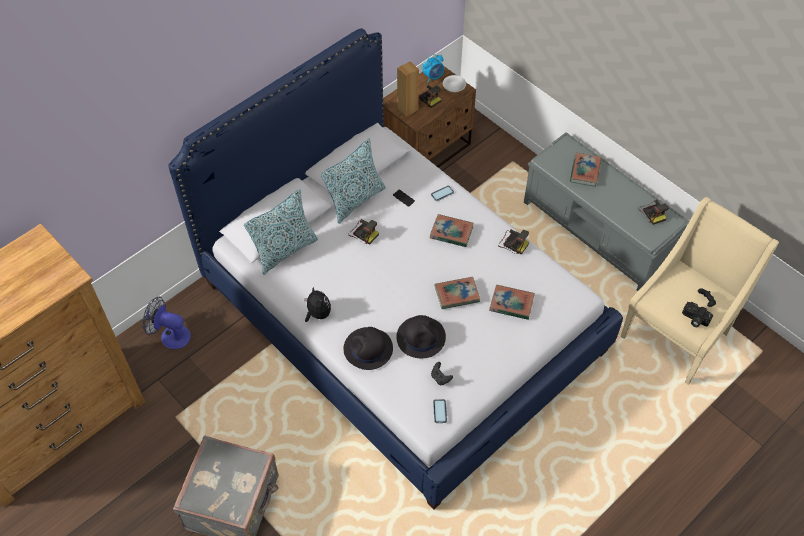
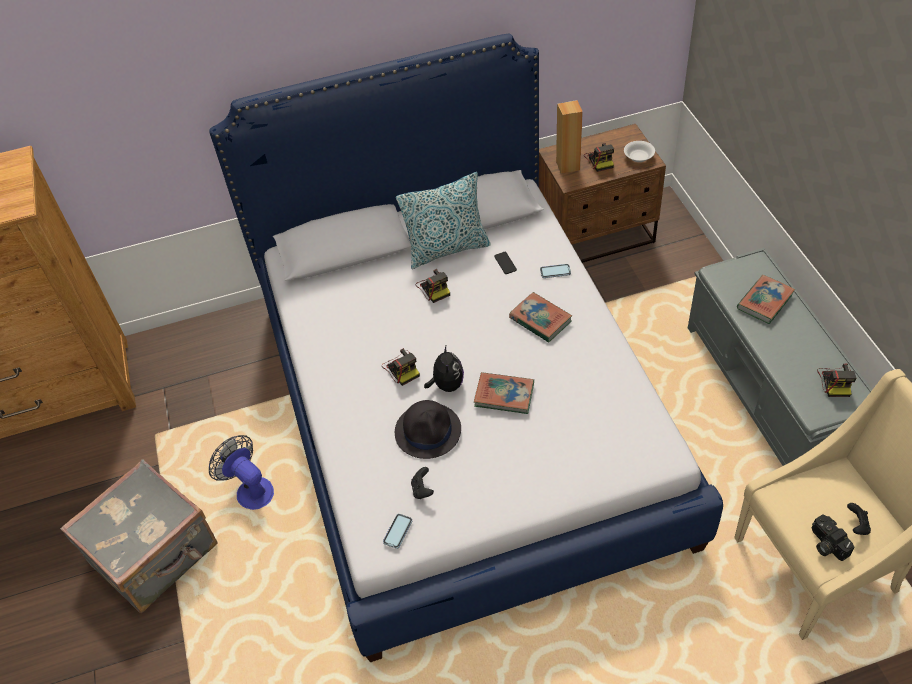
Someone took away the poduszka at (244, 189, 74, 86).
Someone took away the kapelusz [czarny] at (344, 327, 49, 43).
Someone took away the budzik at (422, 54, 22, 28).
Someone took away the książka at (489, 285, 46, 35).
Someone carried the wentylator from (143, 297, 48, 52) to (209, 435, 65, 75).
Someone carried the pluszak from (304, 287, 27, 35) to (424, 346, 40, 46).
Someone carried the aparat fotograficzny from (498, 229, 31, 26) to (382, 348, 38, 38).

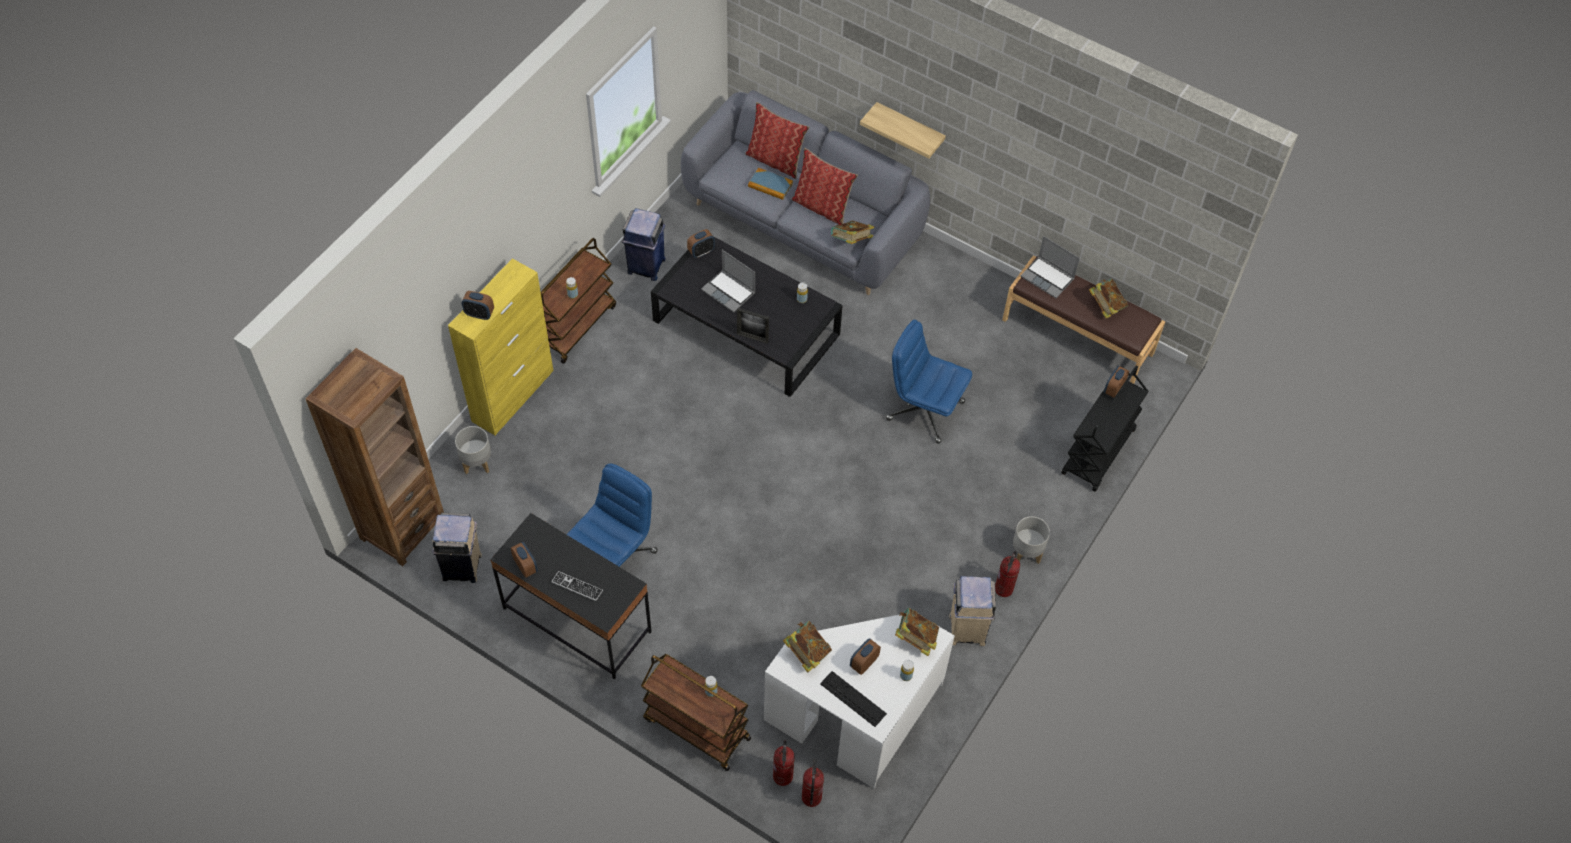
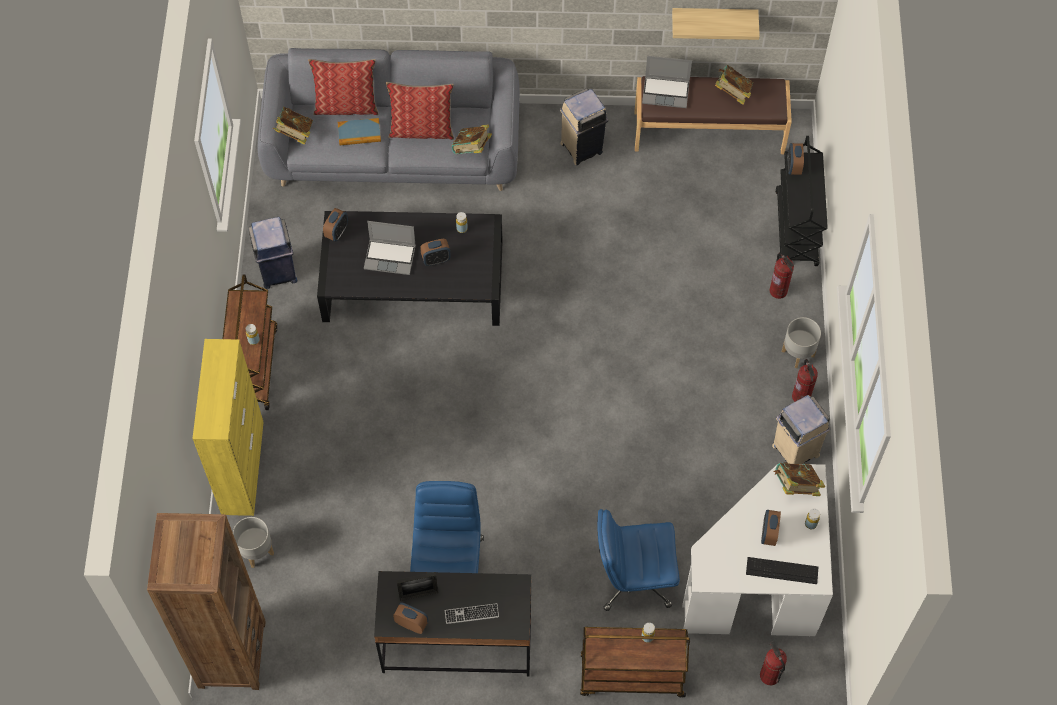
Someone carried the kosz na śmieci [beżowy] from (432, 512, 50, 71) to (560, 88, 48, 77).
Someone carried the budzik from (462, 291, 32, 29) to (420, 239, 31, 27).
Someone carried the ramka na zdjęcie from (737, 308, 32, 36) to (396, 572, 42, 29).
Someone carried the gaśnica from (773, 741, 22, 45) to (770, 253, 24, 46).
Someone carried the książka from (783, 621, 49, 52) to (273, 107, 40, 38).
Someone carried the półka from (860, 102, 86, 57) to (672, 8, 88, 32).
Someone carried the krzesło biurowe [niebieski] from (886, 320, 86, 124) to (597, 509, 83, 102).

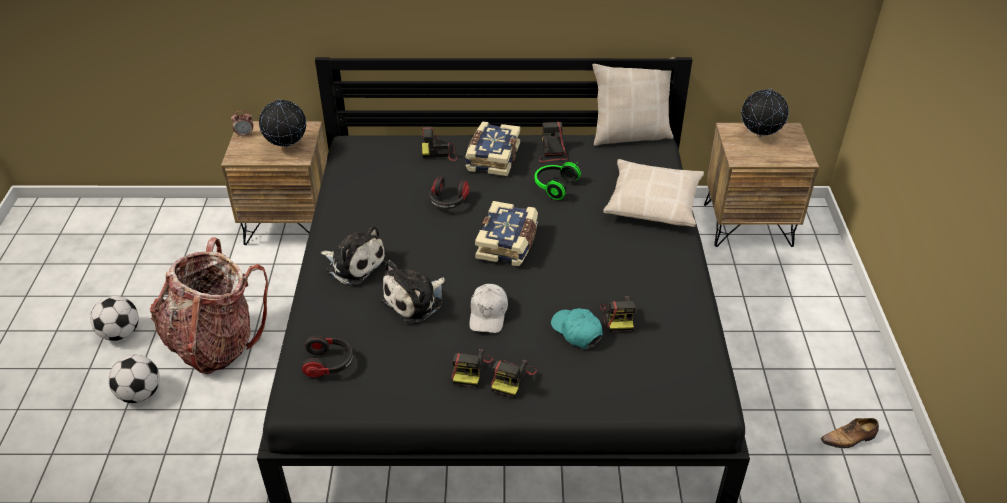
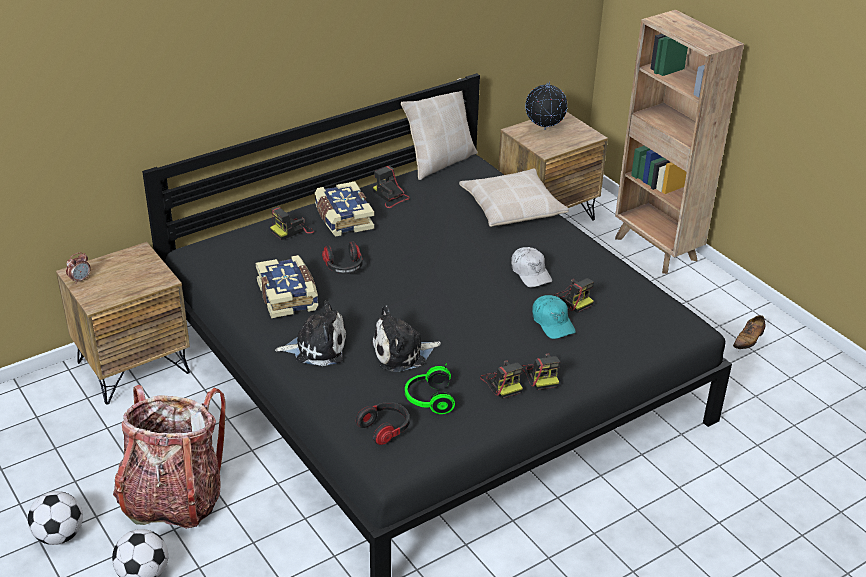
Someone took away the globus at (259, 98, 47, 50).
Someone put down the regał [brązowy] at (615, 10, 129, 264).
Someone carried the czapka z daszkiem [biały] from (469, 284, 39, 49) to (511, 247, 41, 40).
Someone carried the książka from (475, 201, 63, 65) to (256, 255, 62, 63).
Someone carried the słuchawki from (535, 162, 46, 38) to (405, 363, 50, 51).
Someone rotated the pluszak at (380, 260, 65, 63) by 60 degrees clockwise.
Someone rotated the czapka z daszkiem [turkusowy] at (551, 308, 52, 41) by 135 degrees counterclockwise.

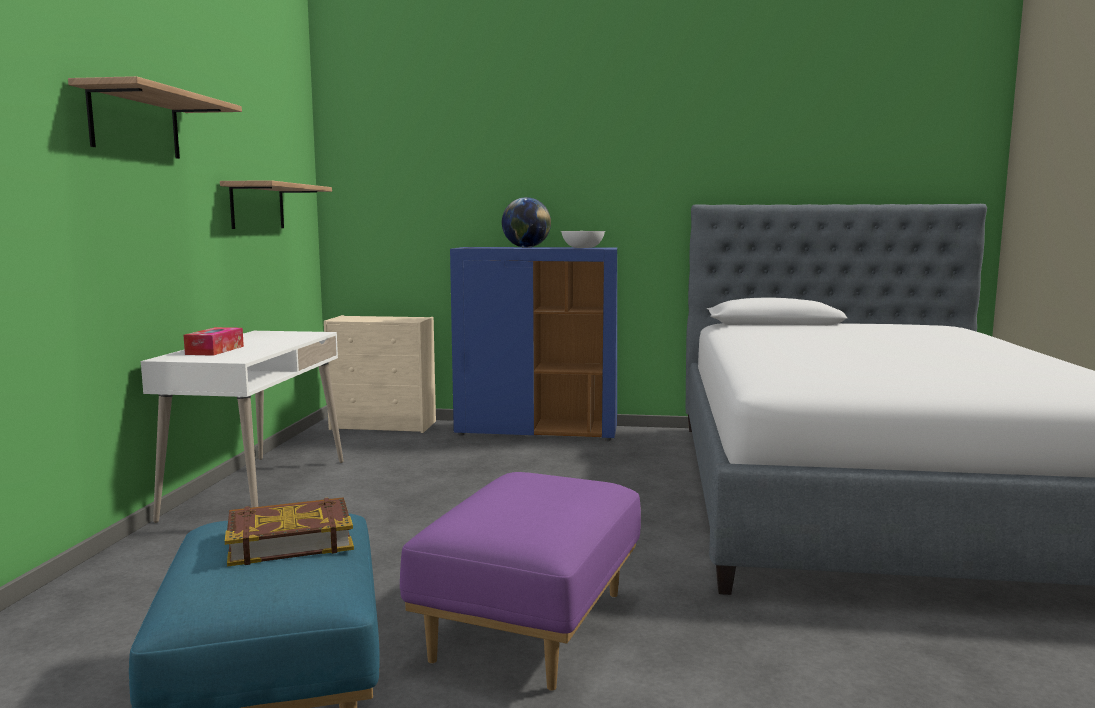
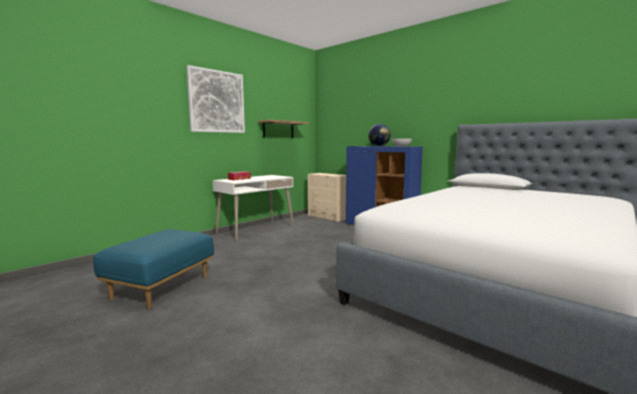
Someone took away the książka at (225, 497, 129, 70).
Someone took away the pufa [fioletowy] at (400, 472, 241, 219).
Someone swapped the półka at (68, 76, 174, 83) for the obraz at (186, 65, 59, 68).

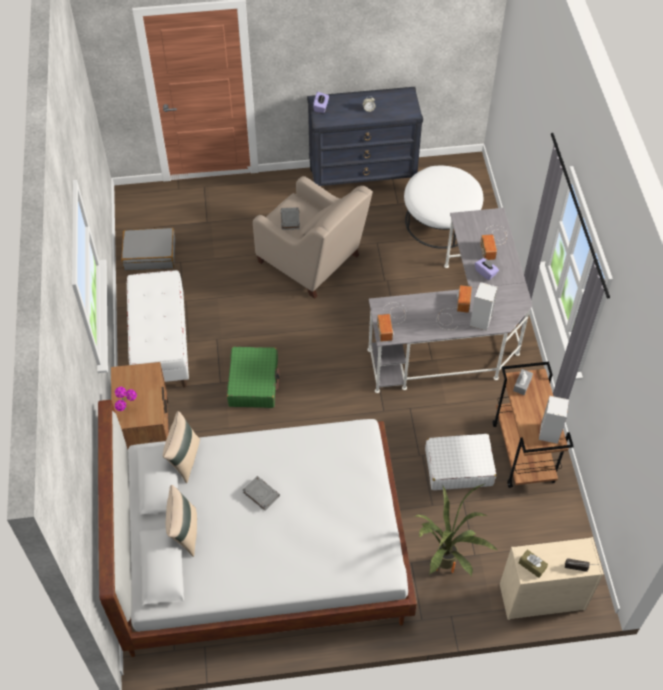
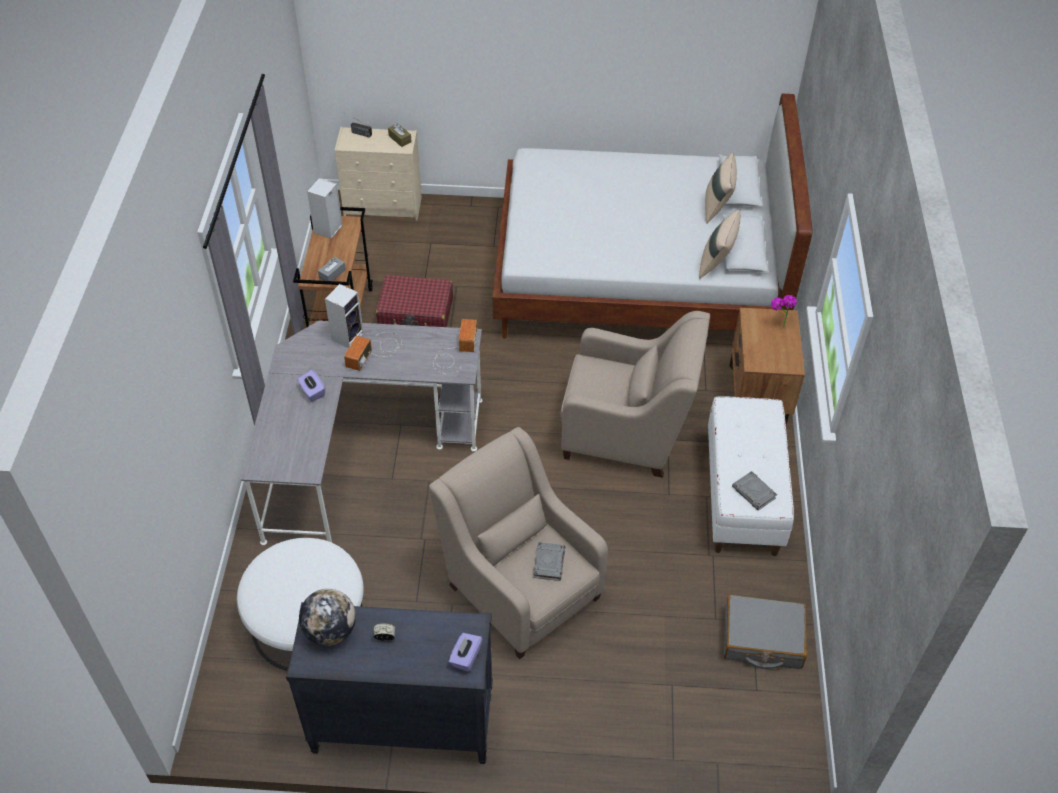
Someone took away the roślina doniczkowa at (414, 484, 84, 93).
Someone took away the radio at (480, 226, 27, 34).
Someone put down the globus at (299, 589, 57, 57).
Someone carried the książka [szary] from (243, 476, 37, 35) to (732, 471, 45, 39).
Someone swapped the walizka [zielony] at (227, 347, 53, 61) for the fotel [beżowy] at (560, 311, 150, 167).
Someone repainted the walizka [biały] at (425, 434, 71, 56), which became the walizka [czerwony] at (376, 275, 77, 52).

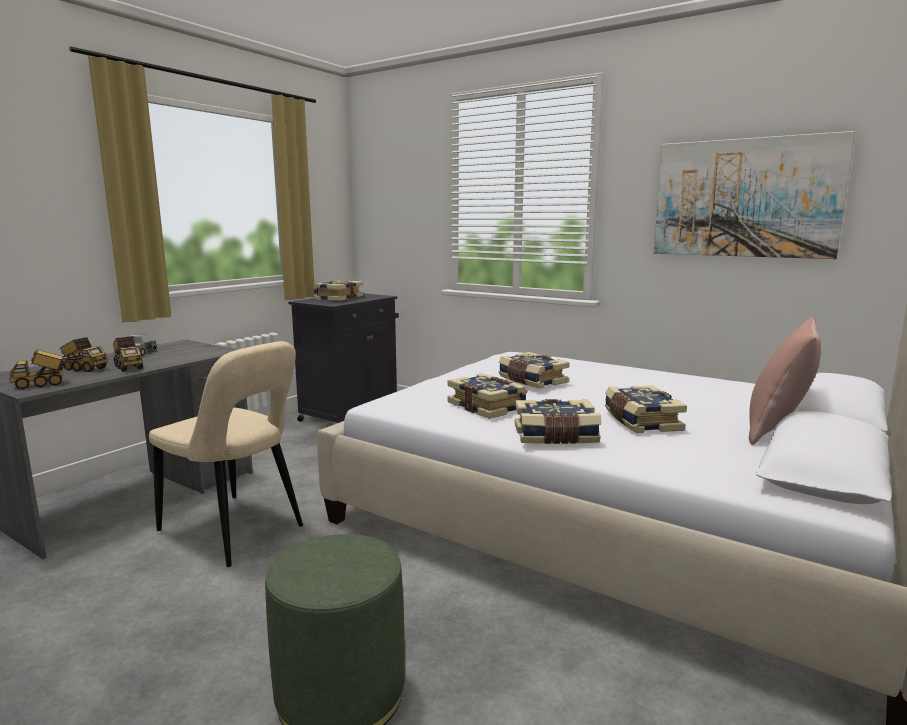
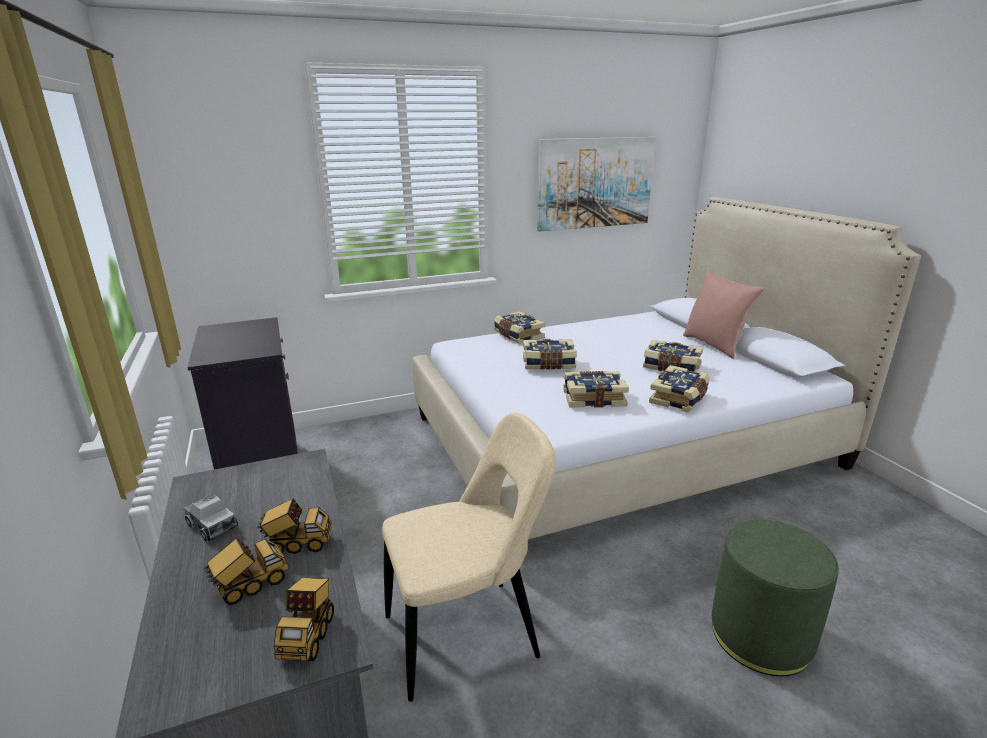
Someone carried the książka from (313, 280, 50, 21) to (494, 311, 51, 33).

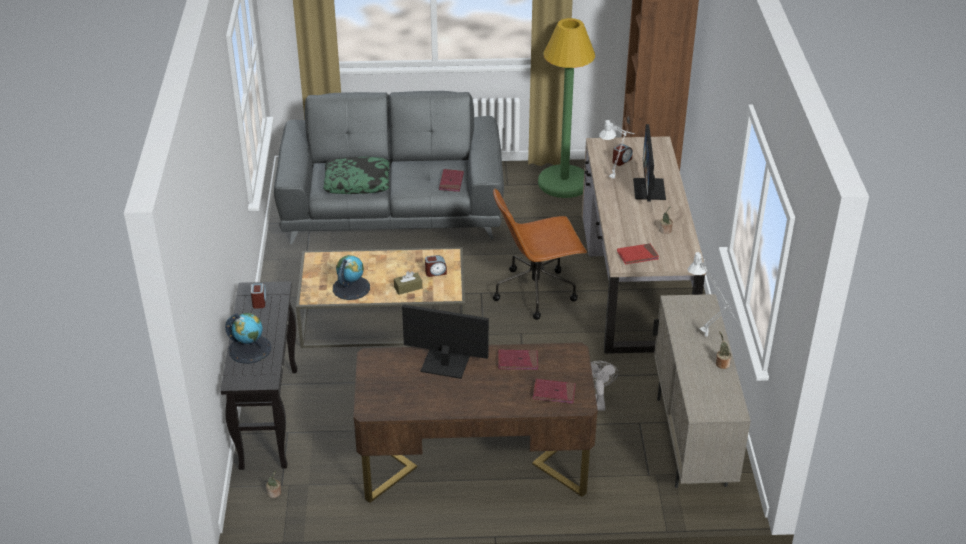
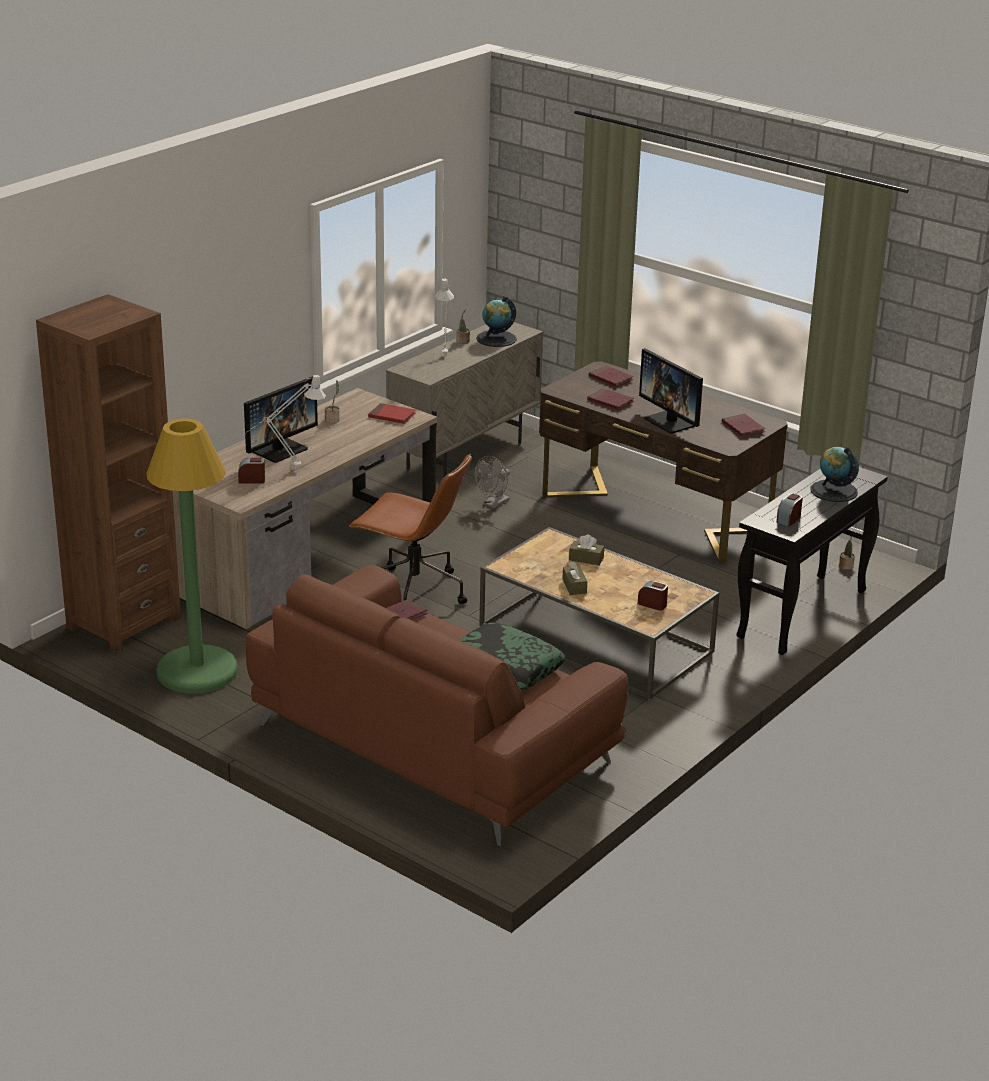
Someone put down the pudełko chusteczek [brązowy] at (562, 562, 25, 33).
Someone put down the książka [czerwony] at (722, 414, 43, 23).
Someone carried the globus from (333, 255, 37, 45) to (476, 296, 41, 51).
Someone carried the budzik from (425, 255, 22, 22) to (638, 581, 30, 30).
Someone repainted the kanapa [szary] at (274, 91, 230, 153), which became the kanapa [brązowy] at (246, 565, 382, 282).

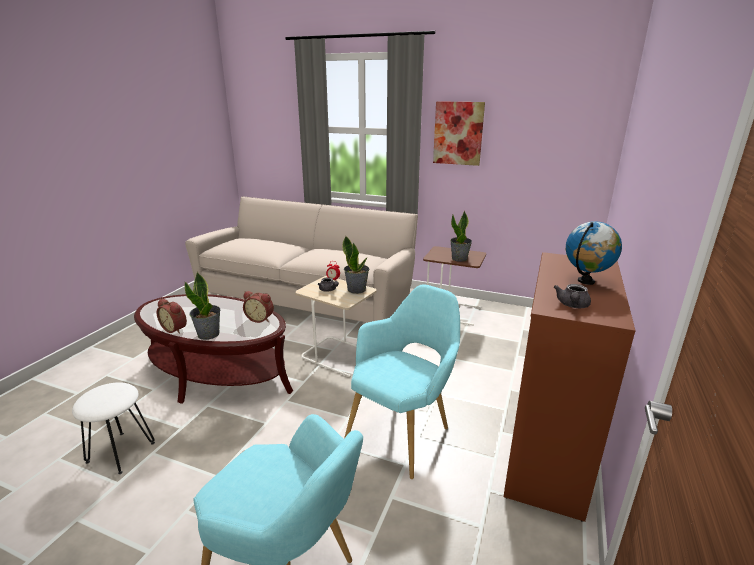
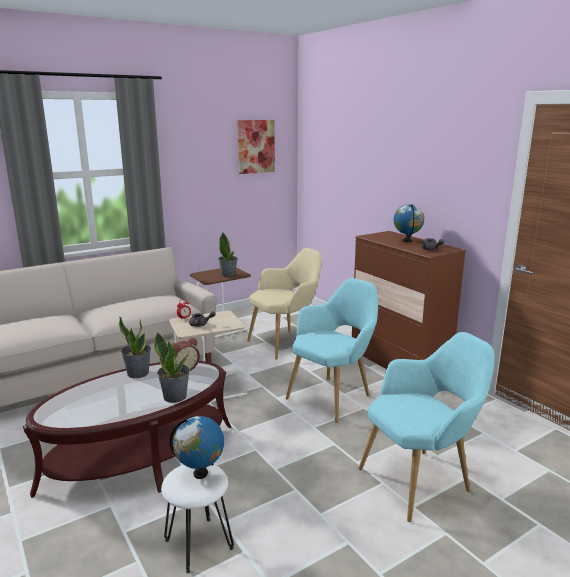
Someone took away the budzik at (157, 299, 30, 35).
Someone put down the globus at (169, 416, 55, 63).
Someone put down the fotel [beżowy] at (247, 248, 75, 112).
Someone carried the roślina doniczkowa from (342, 236, 27, 58) to (119, 316, 32, 62).
Someone carried the obraz from (433, 101, 52, 65) to (237, 120, 38, 54).
Someone rotated the fotel [turkusowy] at (344, 284, 116, 195) by 60 degrees clockwise.

